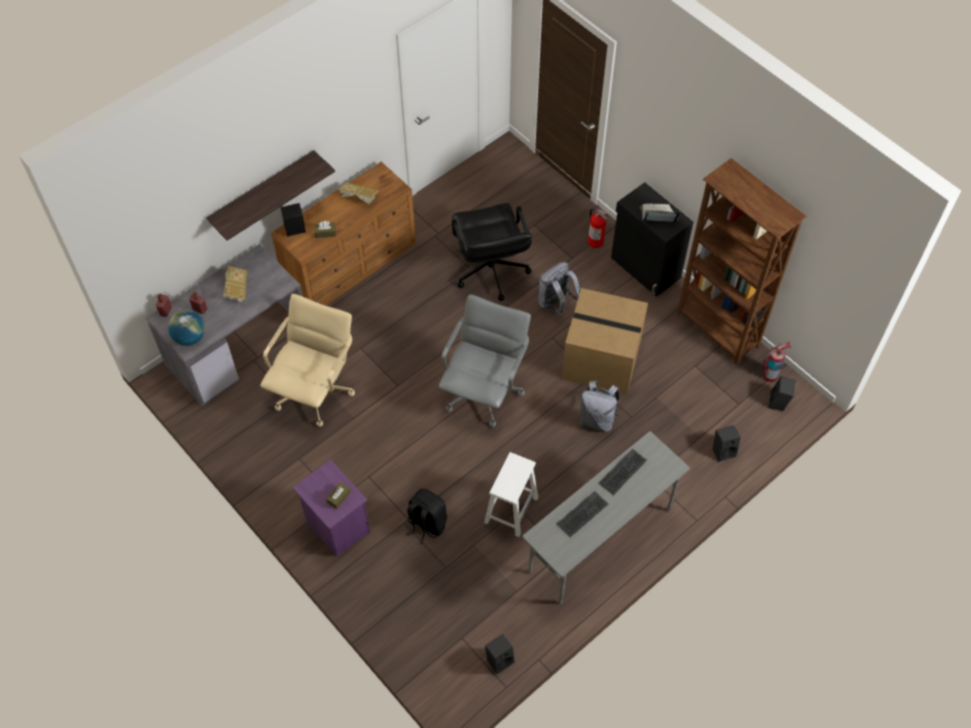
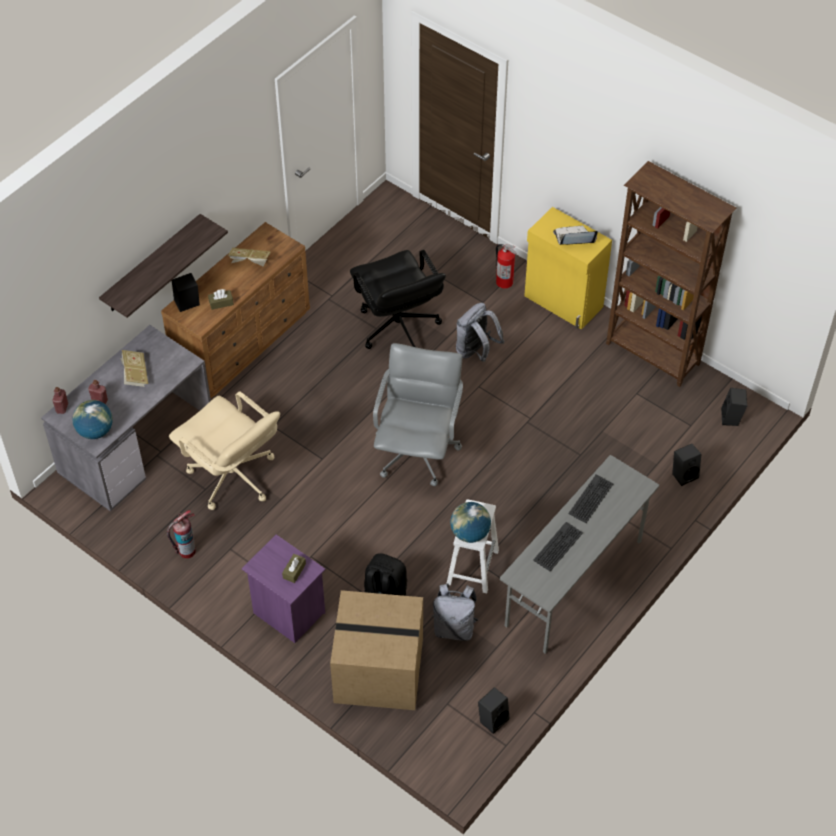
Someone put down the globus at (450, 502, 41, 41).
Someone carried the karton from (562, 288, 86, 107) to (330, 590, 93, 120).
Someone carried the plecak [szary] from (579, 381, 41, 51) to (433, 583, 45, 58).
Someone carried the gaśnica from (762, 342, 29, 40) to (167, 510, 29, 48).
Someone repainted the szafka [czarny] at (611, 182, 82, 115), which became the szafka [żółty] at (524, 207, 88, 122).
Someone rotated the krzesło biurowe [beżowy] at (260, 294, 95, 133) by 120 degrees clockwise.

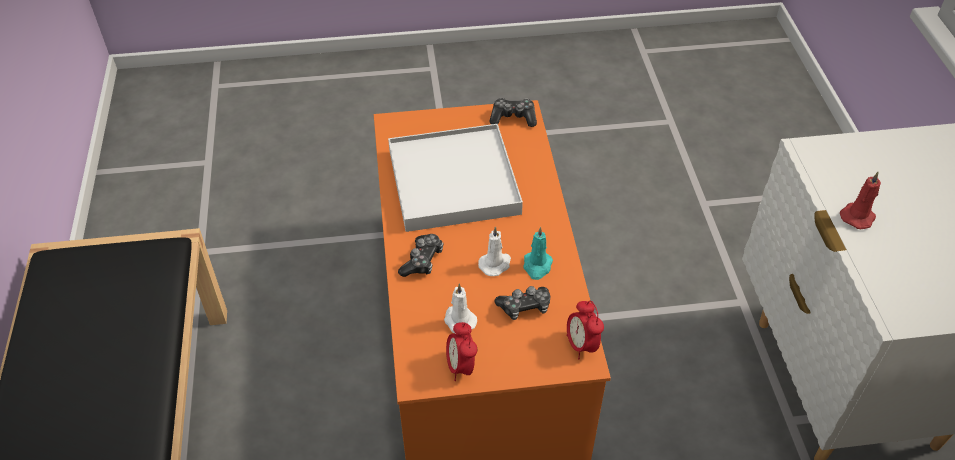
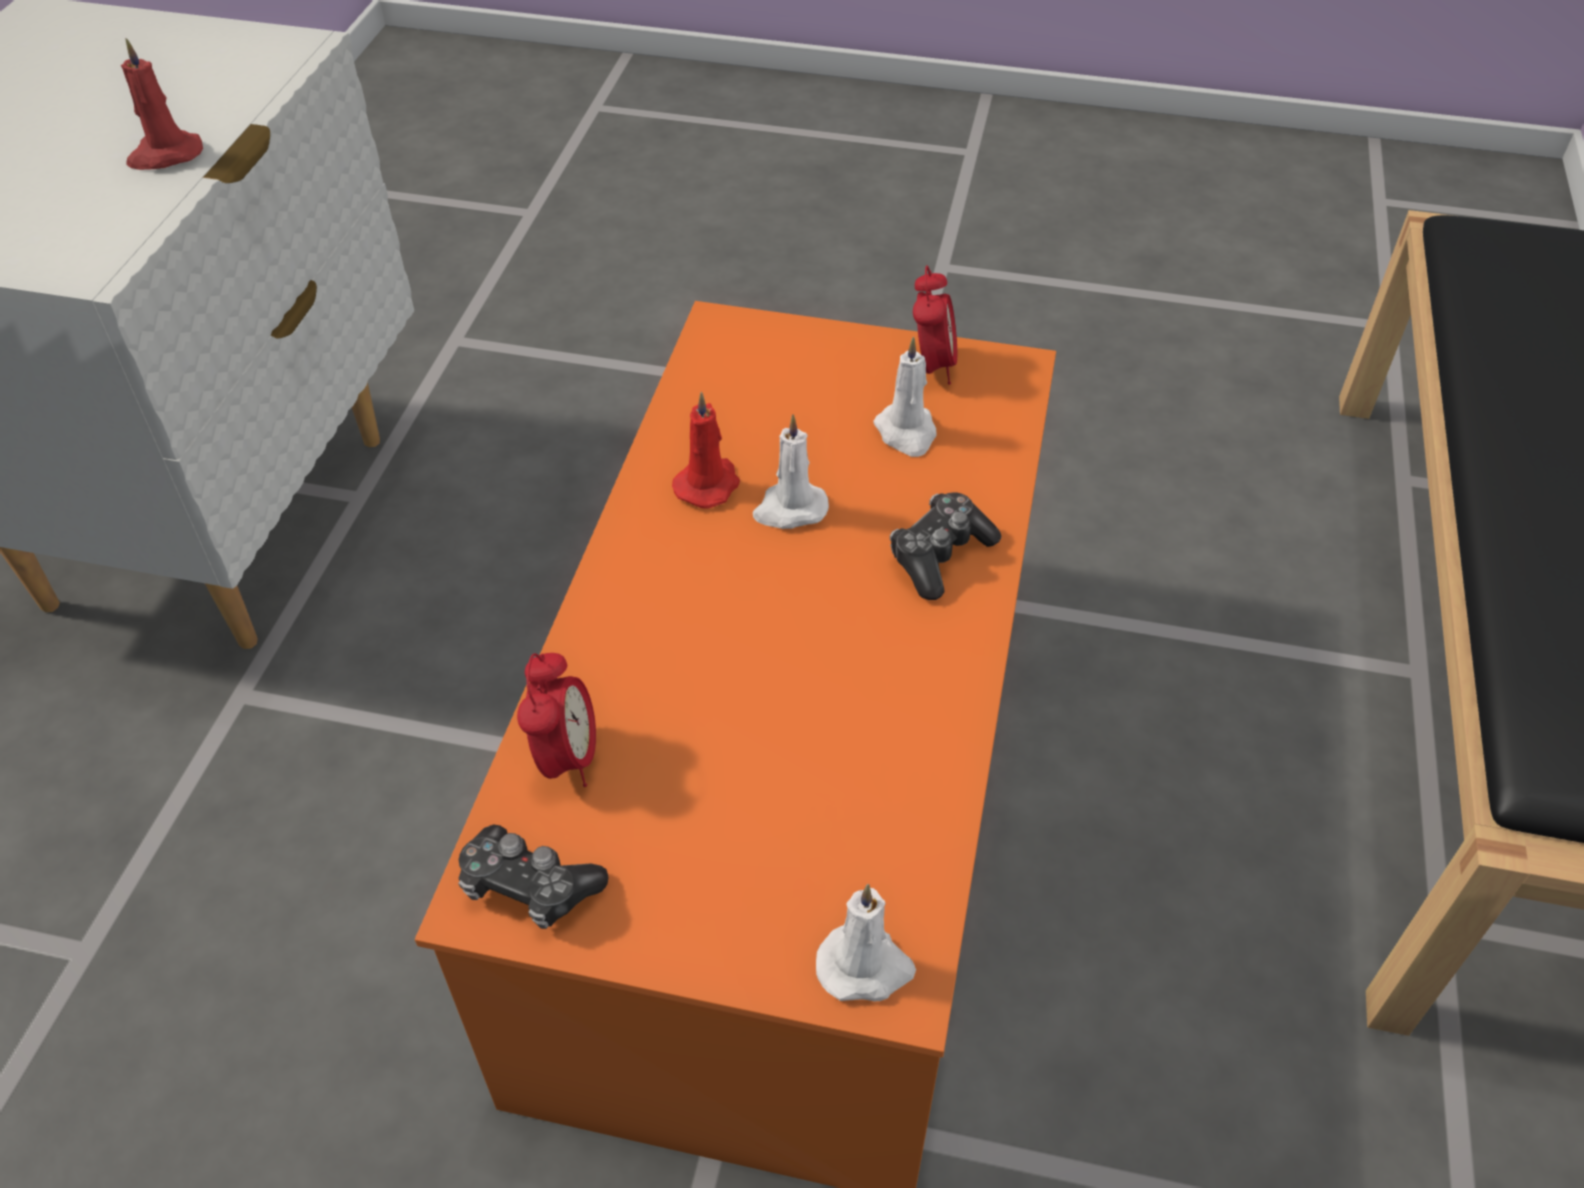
Someone took away the taca [biały] at (388, 124, 135, 108).
Someone took away the pad do gier at (495, 286, 55, 34).
Someone put down the świeca [biały] at (816, 884, 100, 118).
Someone carried the budzik from (566, 301, 38, 58) to (517, 653, 79, 134).
Someone repainted the świeca [turkusowy] at (524, 227, 29, 53), which became the świeca [czerwony] at (672, 391, 68, 118).

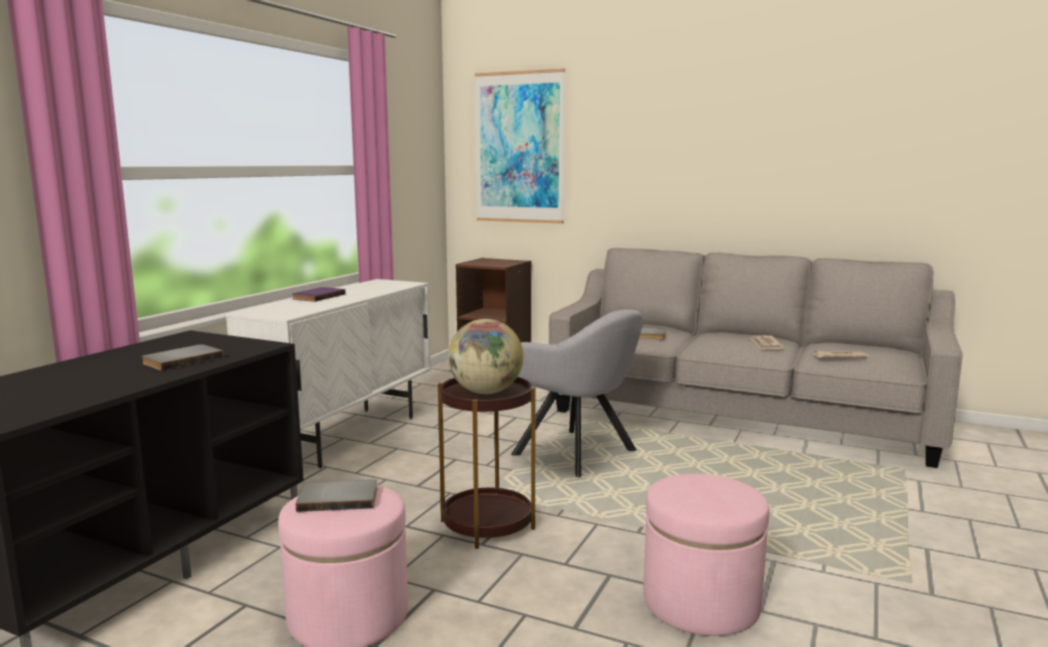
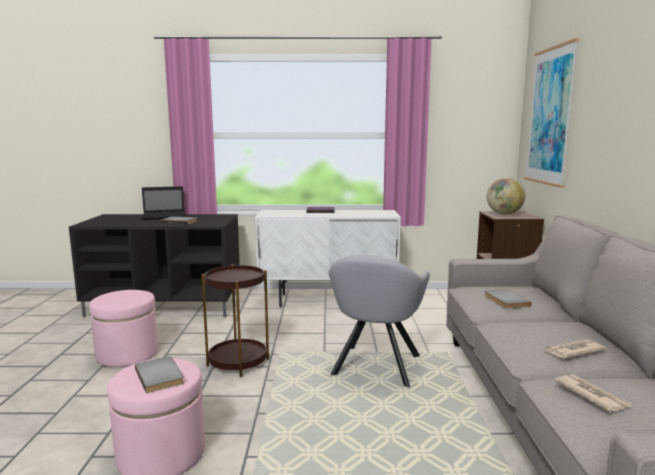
Someone put down the laptop at (142, 186, 43, 34).
Someone carried the książka [szary] from (296, 479, 81, 33) to (135, 356, 49, 37).
Someone carried the globus from (448, 319, 75, 75) to (487, 178, 38, 37).

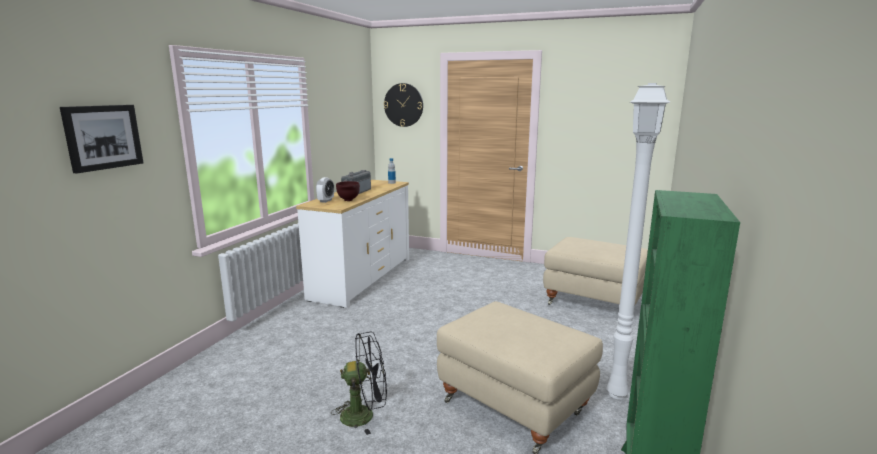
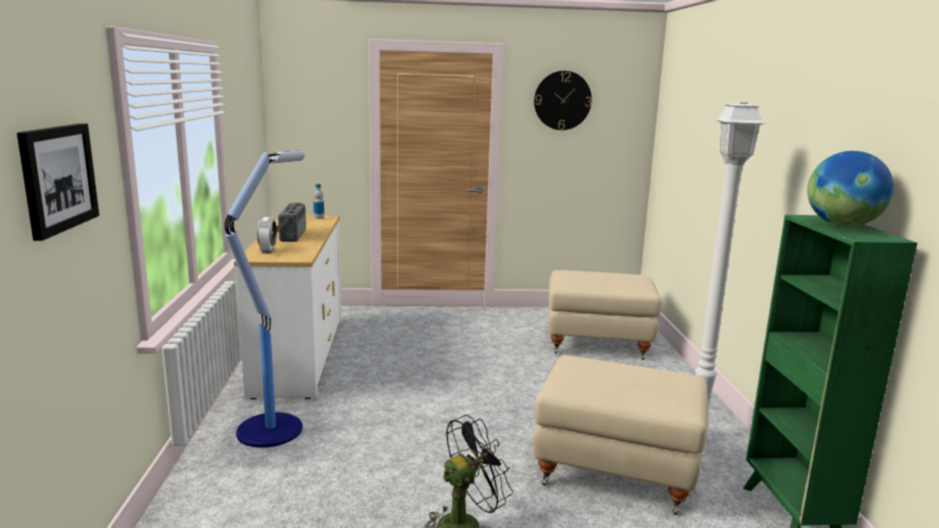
Someone took away the miska [brązowy] at (336, 181, 24, 20).
Someone put down the lampa stojąca at (224, 150, 80, 298).
Someone put down the globus at (807, 151, 87, 76).
Someone carried the zegar ścienny from (384, 83, 39, 44) to (534, 71, 58, 59).

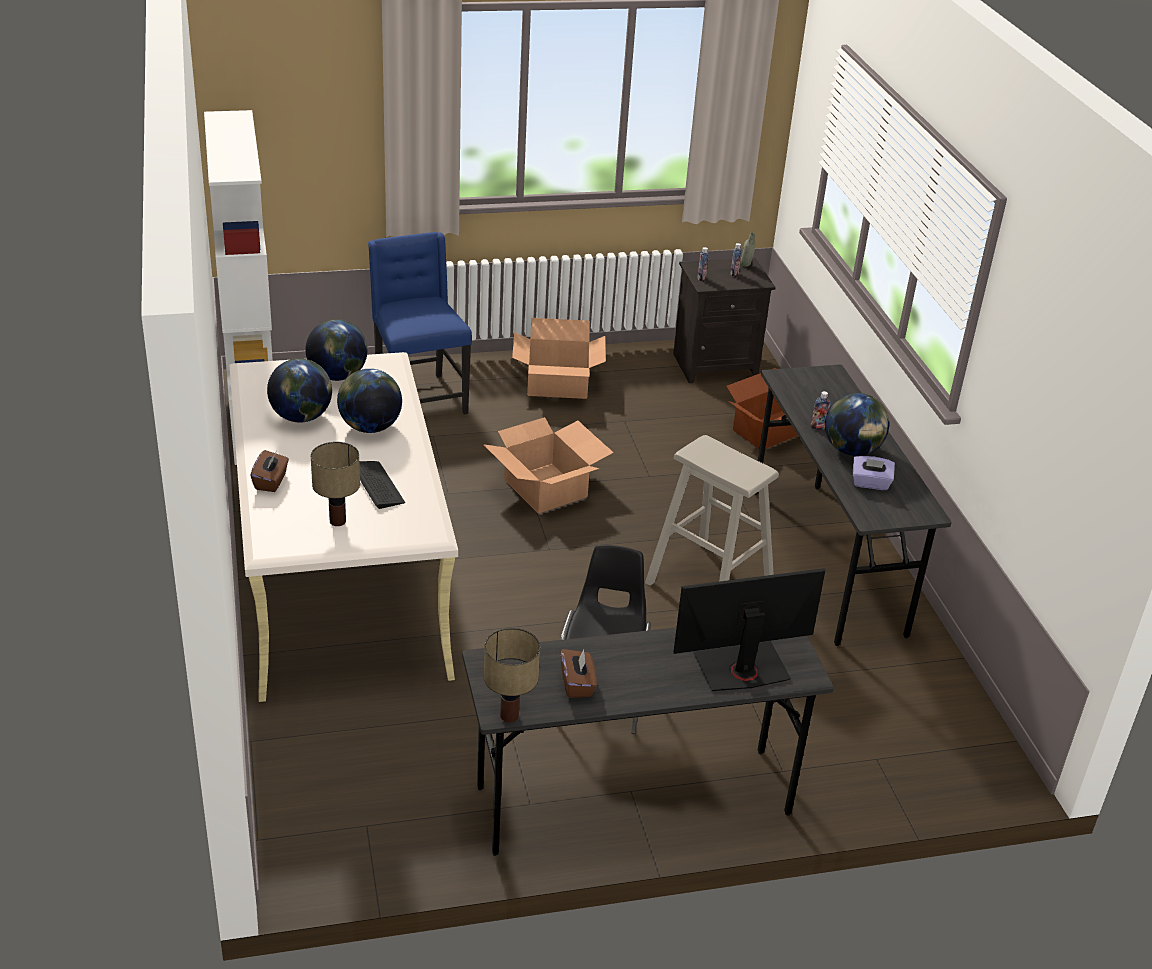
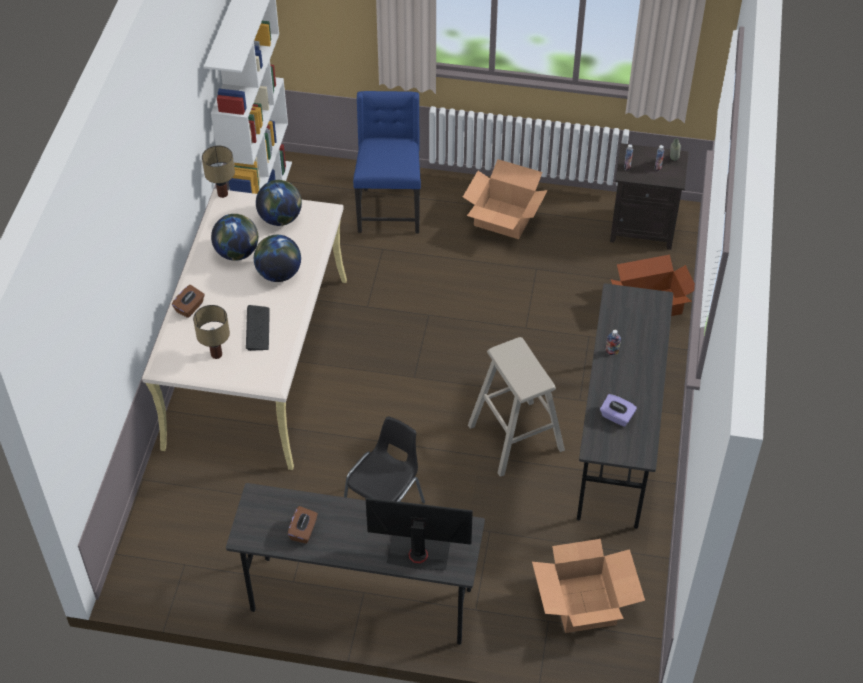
Someone took away the globus at (825, 393, 64, 63).
Someone carried the karton from (483, 417, 131, 96) to (532, 539, 113, 94).
Someone carried the lampa stołowa from (484, 628, 56, 94) to (202, 146, 33, 52).

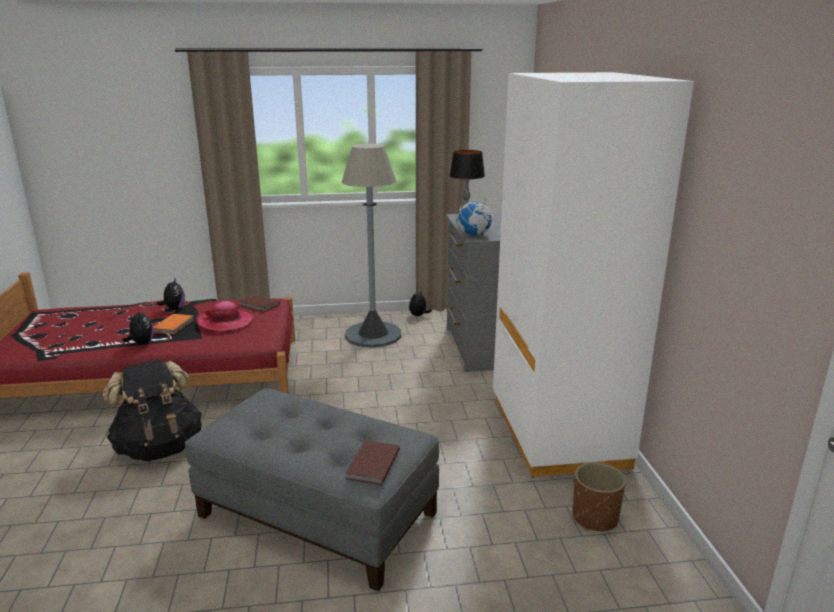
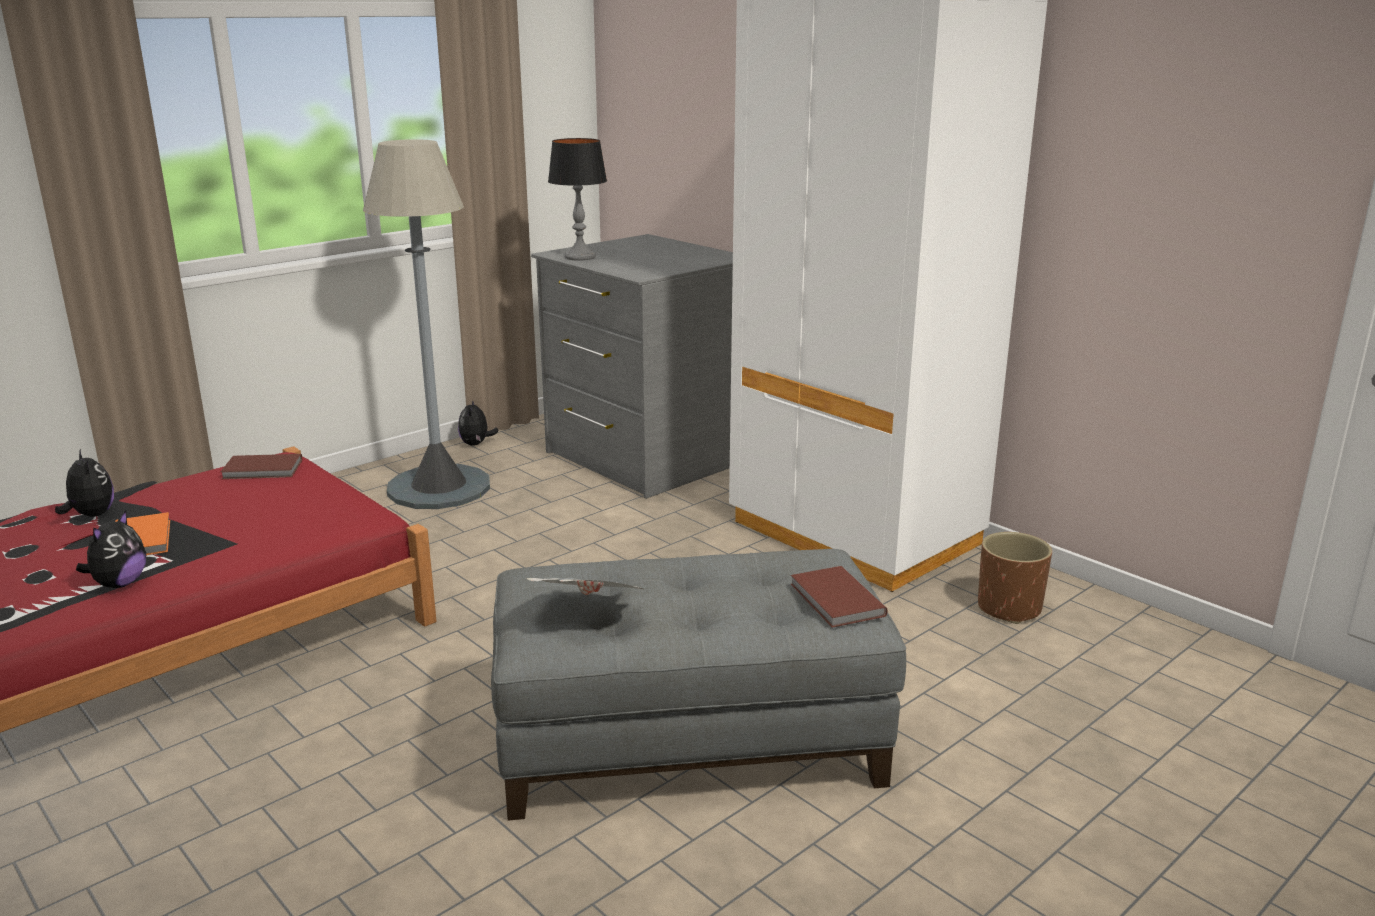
Someone took away the plecak [czarny] at (103, 359, 99, 102).
Someone took away the kapelusz at (197, 301, 57, 30).
Someone took away the globus at (458, 193, 36, 43).
Someone put down the gazeta at (527, 578, 116, 17).
Someone rotated the pluszak at (123, 309, 31, 35) by 75 degrees clockwise.

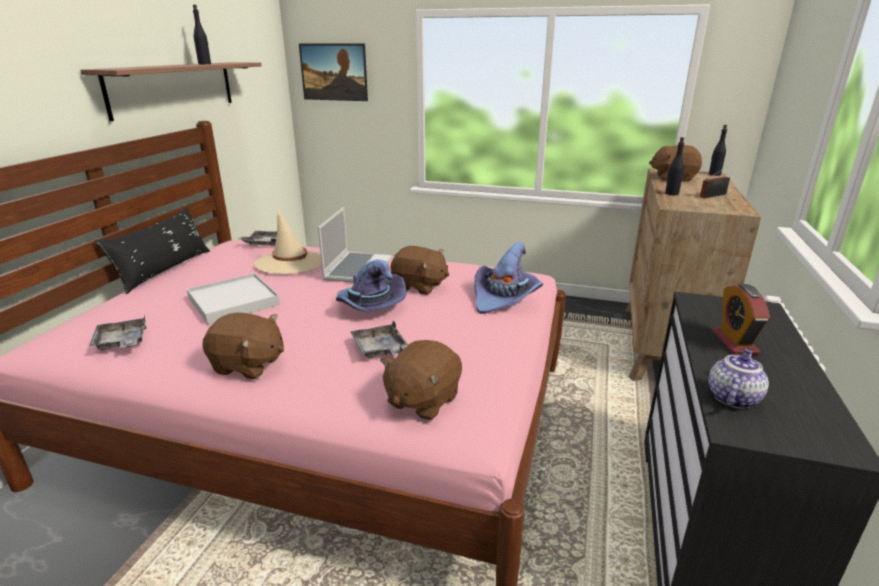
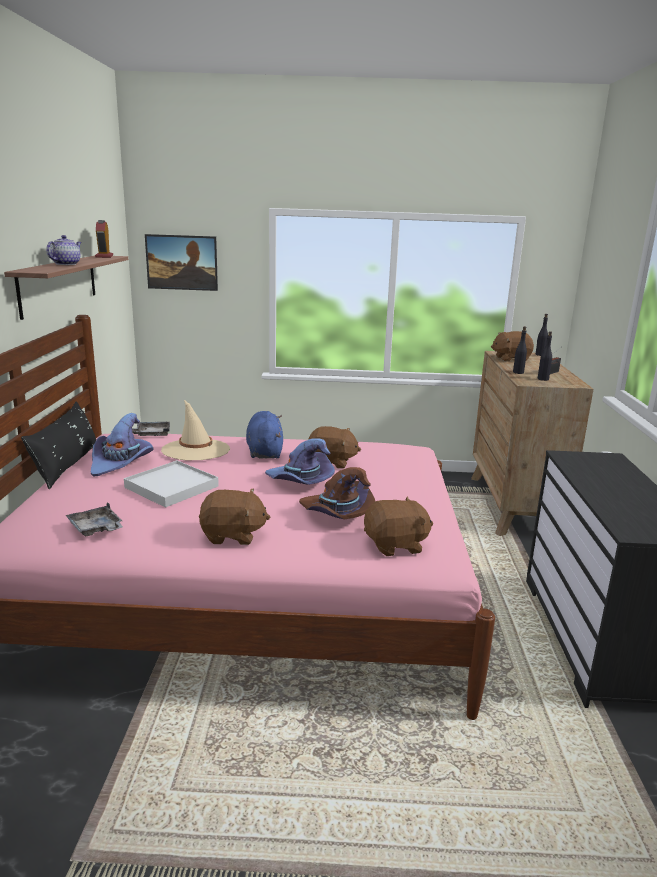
Someone carried the butelka [czarny] from (193, 4, 18, 60) to (537, 331, 15, 50).
Someone carried the kapelusz [fioletowy] from (474, 242, 69, 72) to (91, 413, 63, 64).
Someone carried the imbryk from (708, 348, 61, 61) to (46, 235, 36, 30).
Someone carried the budzik from (712, 284, 58, 71) to (95, 220, 18, 38).
Someone swapped the laptop at (318, 207, 74, 75) for the pluszak [niebieski] at (246, 411, 37, 47).
Someone swapped the taca [szary] at (350, 321, 58, 37) for the kapelusz [brązowy] at (299, 467, 76, 52).
Someone rotated the pluszak [brązowy] at (380, 340, 82, 80) by 120 degrees counterclockwise.

